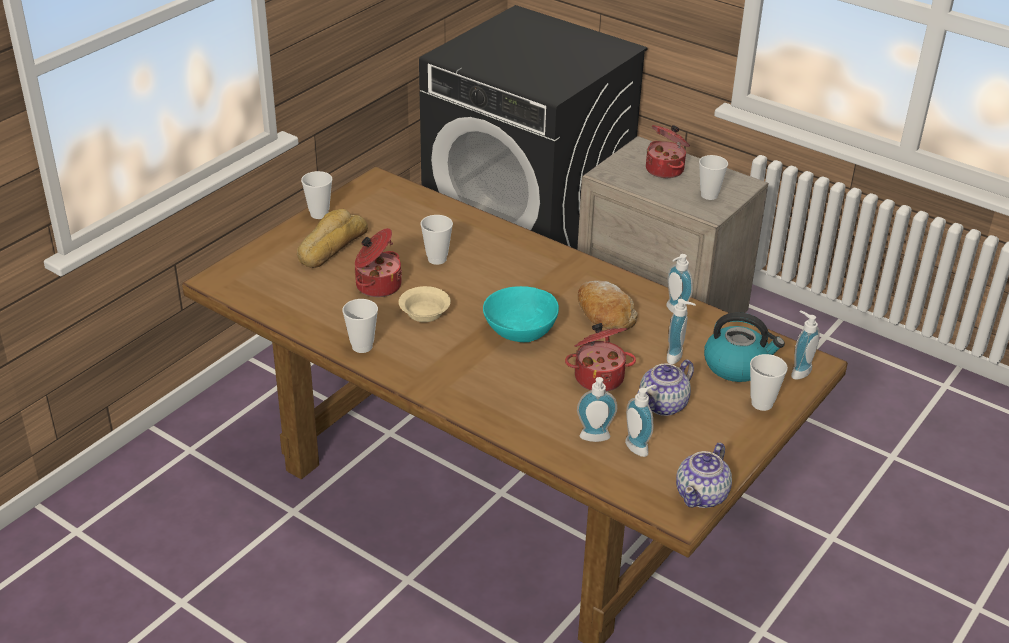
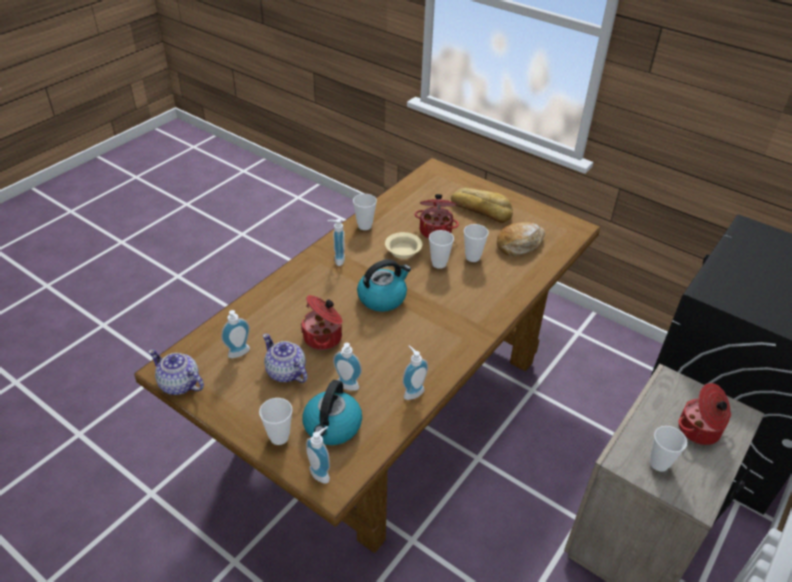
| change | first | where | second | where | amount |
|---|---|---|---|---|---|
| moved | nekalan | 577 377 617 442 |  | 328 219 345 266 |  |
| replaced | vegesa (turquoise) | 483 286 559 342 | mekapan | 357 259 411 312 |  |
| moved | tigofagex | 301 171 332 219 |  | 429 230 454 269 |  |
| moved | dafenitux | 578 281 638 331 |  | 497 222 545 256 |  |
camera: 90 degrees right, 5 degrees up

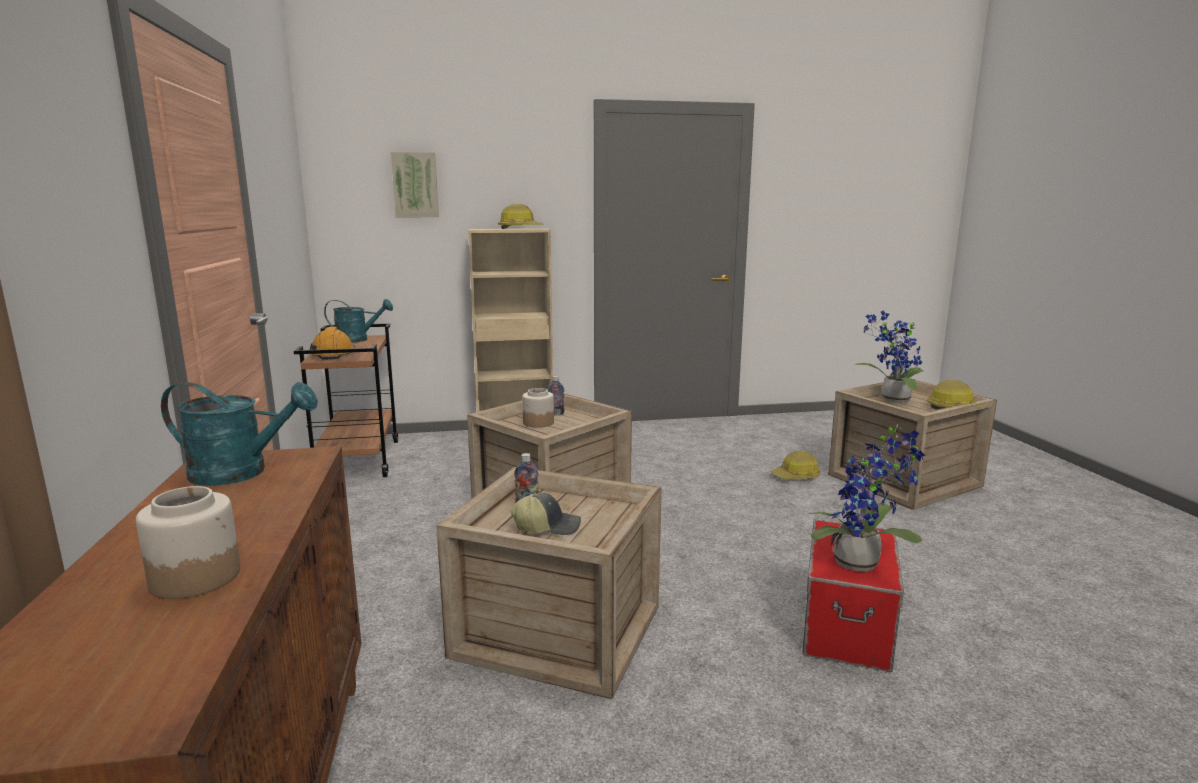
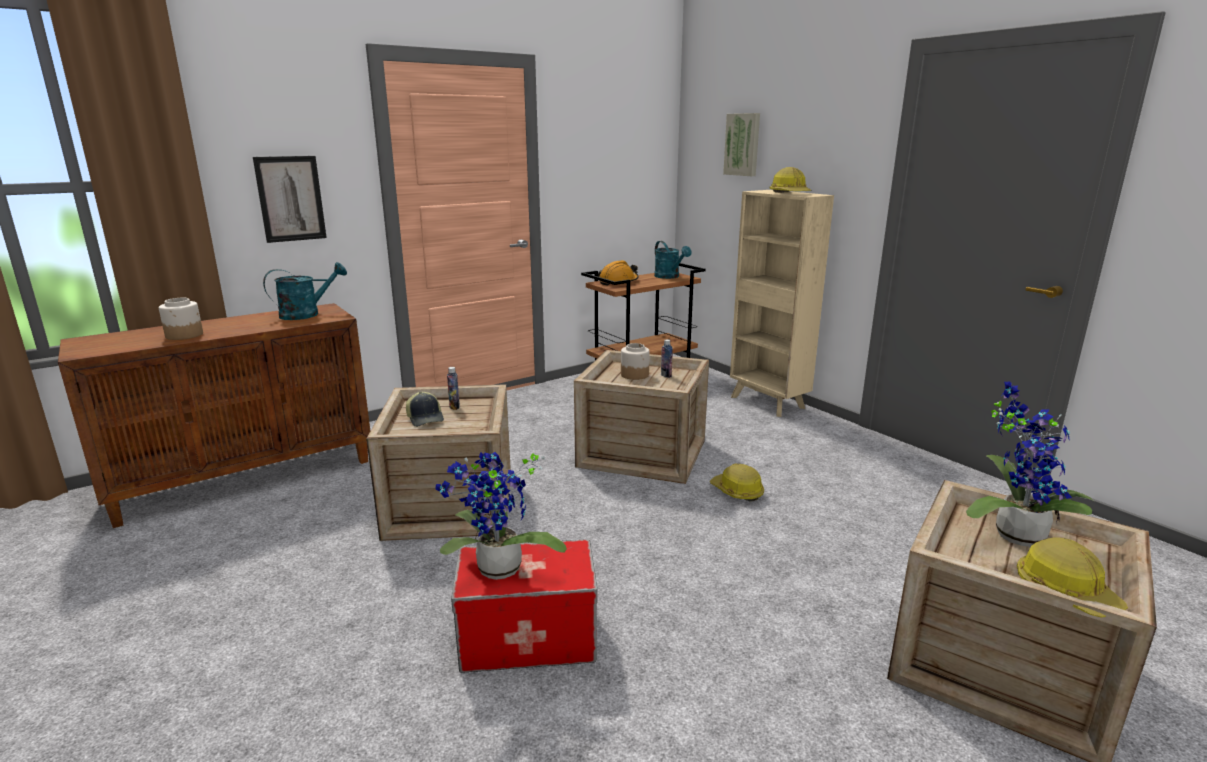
| change | first | where | second | where | amount |
|---|---|---|---|---|---|
| added |  |  | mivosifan | 253 156 327 243 |  |
| turned | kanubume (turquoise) | 161 382 318 486 |  | 263 262 347 320 | 105 degrees counterclockwise |
| moved | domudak | 771 450 820 479 |  | 710 463 764 501 |  |
camera: 65 degrees right, 5 degrees up

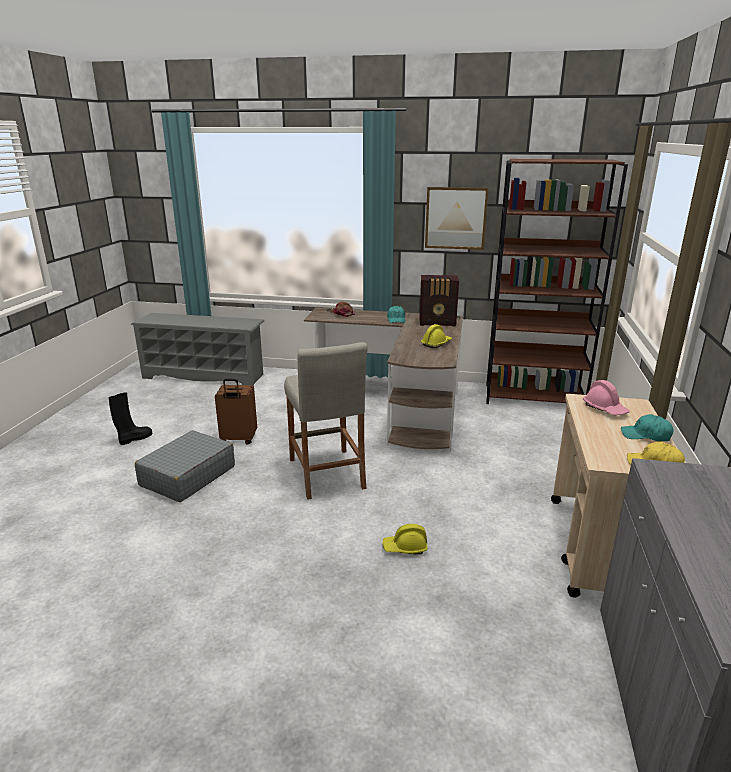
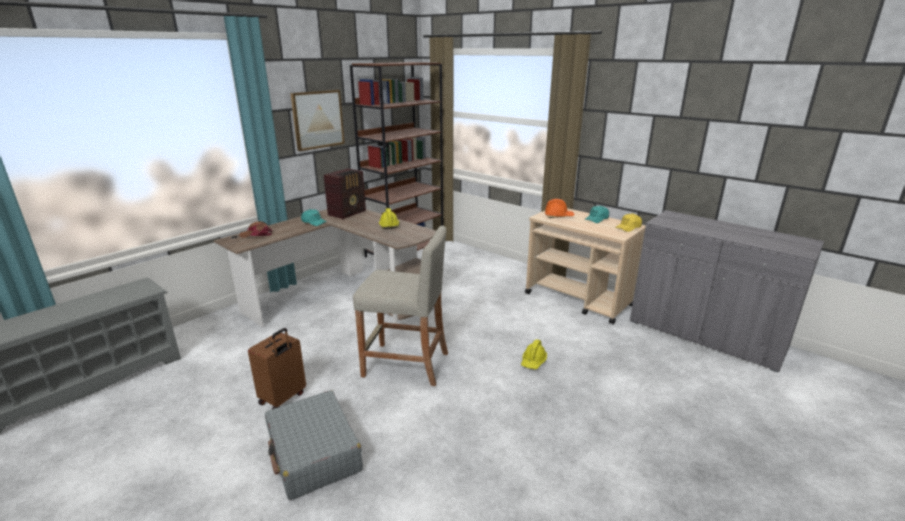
| change | first | where | second | where | amount |
|---|---|---|---|---|---|
| recoloured | domudak (pink) | 583 380 630 415 | domudak (orange) | 545 199 574 218 |  |
| removed | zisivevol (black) | 109 393 153 445 |  |  |  |
camera: 60 degrees left, 0 degrees up

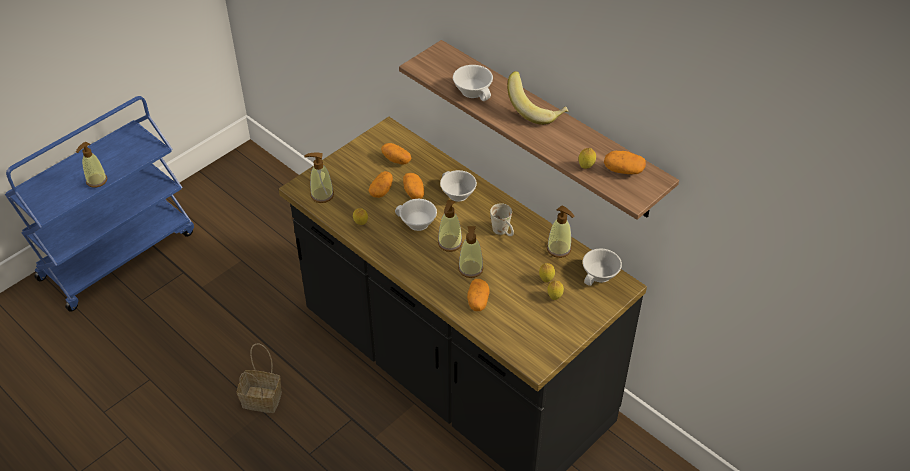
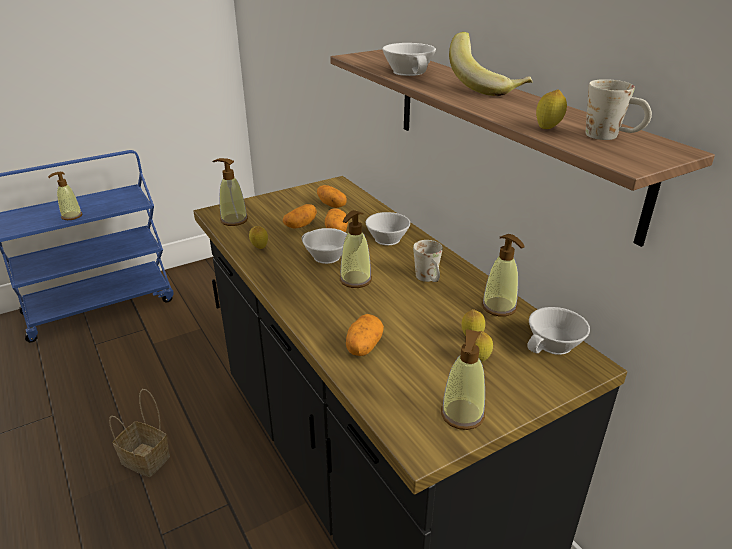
| change | first | where | second | where | amount |
|---|---|---|---|---|---|
| moved | nekalan | 458 226 484 278 |  | 441 329 485 430 |  |
| replaced | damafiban | 604 151 646 174 | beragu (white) | 586 79 652 140 |  |
camera: 15 degrees right, 15 degrees down

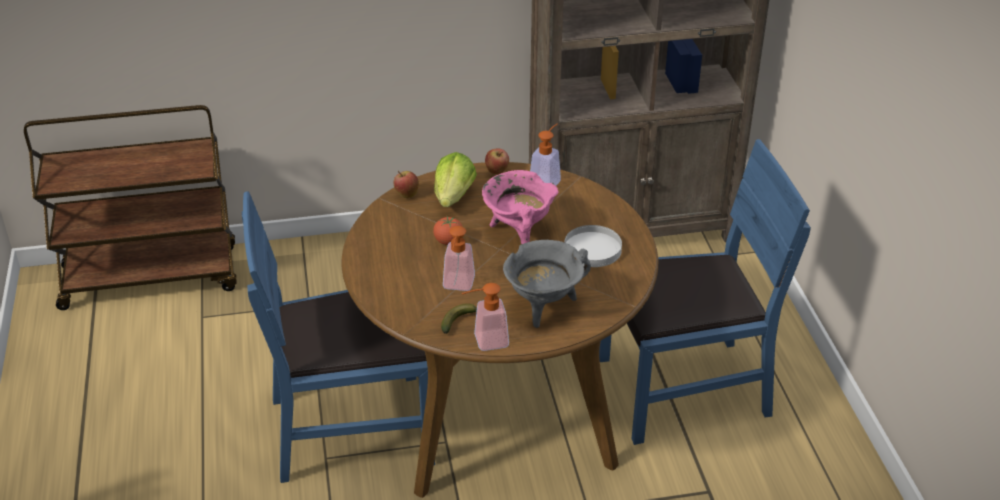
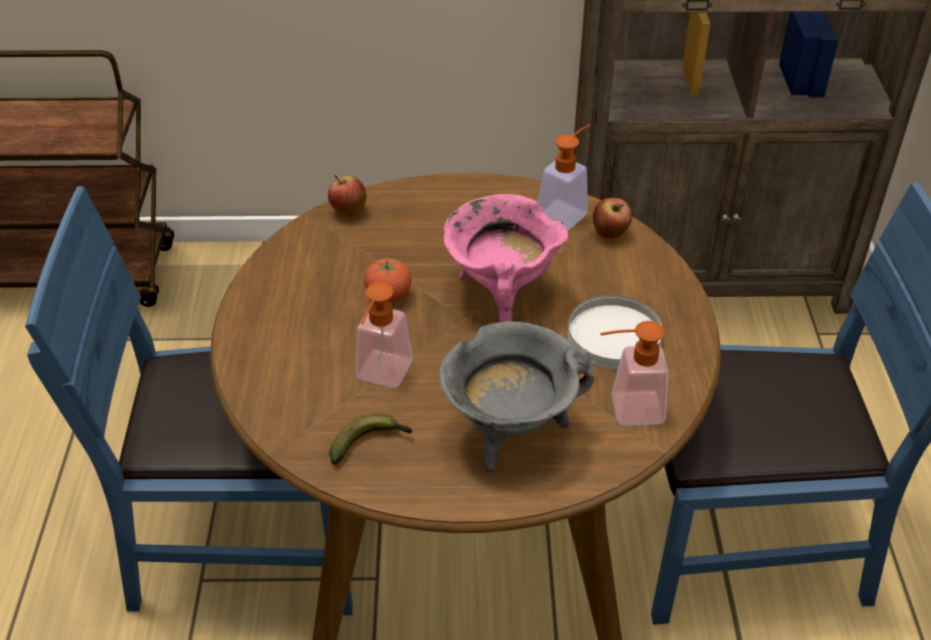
| change | first | where | second | where | amount |
|---|---|---|---|---|---|
| moved | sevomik | 485 148 509 174 |  | 593 198 632 239 |  |
| moved | nekalan | 462 283 509 351 |  | 600 321 668 426 |  |
| removed | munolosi | 434 152 477 207 |  |  |  |
camera: 10 degrees right, 5 degrees up

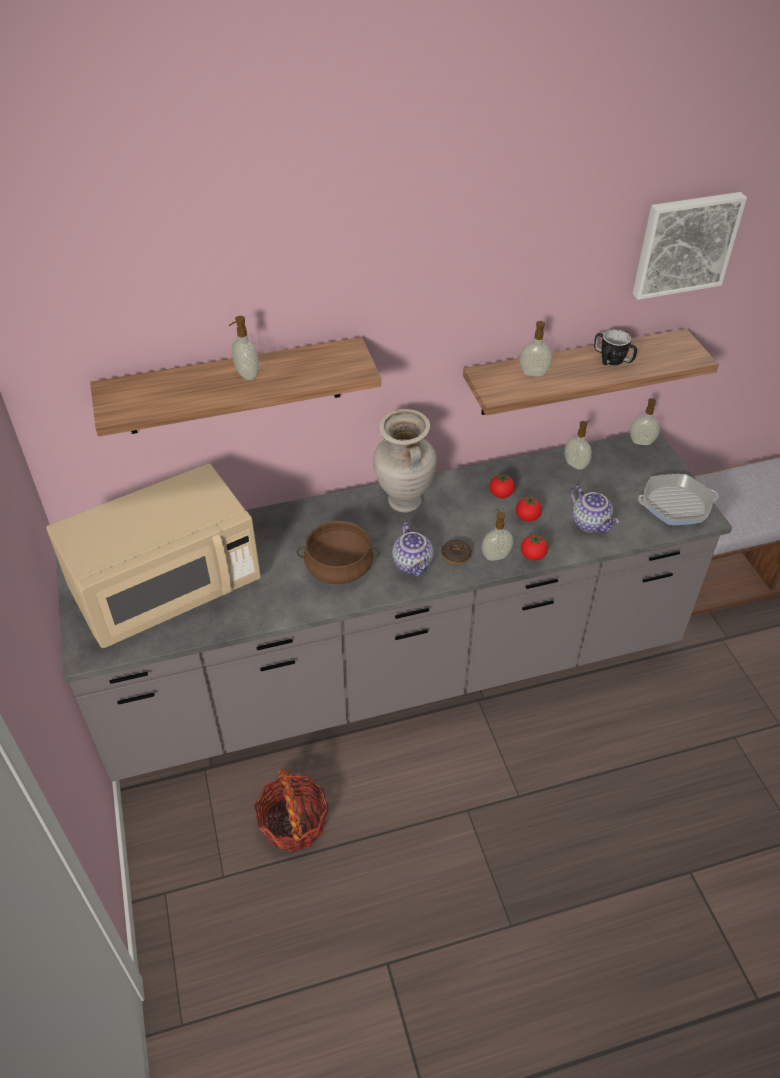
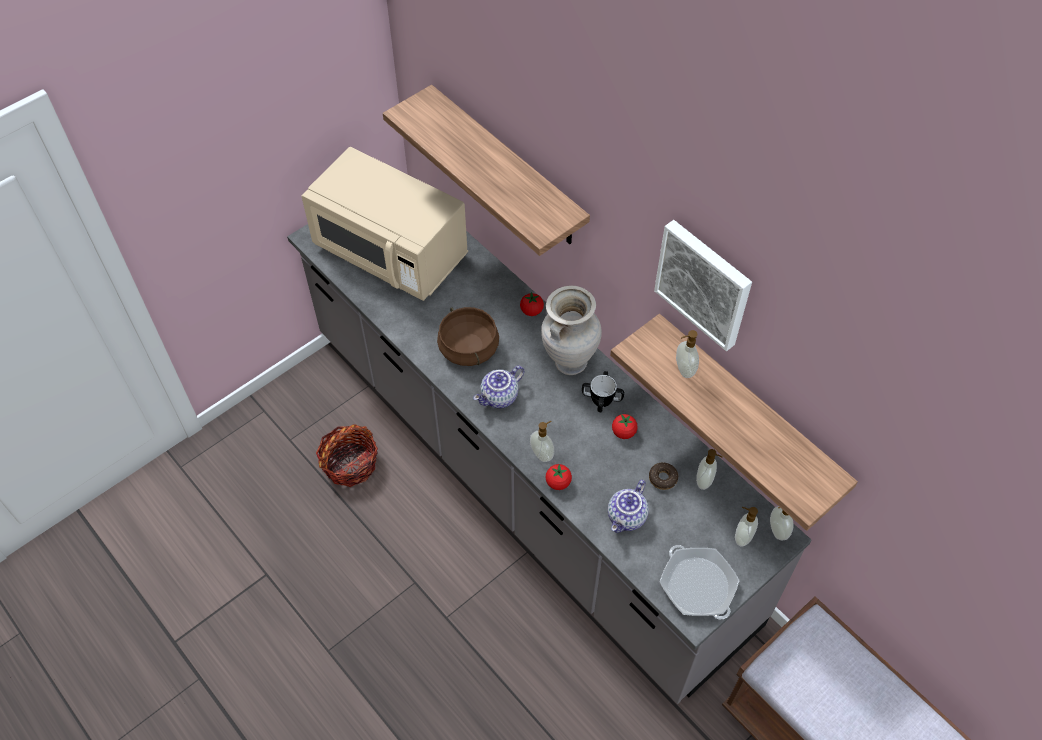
| change | first | where | second | where | amount |
|---|---|---|---|---|---|
| moved | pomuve | 516 495 542 522 |  | 520 292 544 316 |  |
| moved | beragu | 594 330 637 365 |  | 582 371 624 412 |  |
| moved | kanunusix | 441 540 472 565 |  | 649 462 678 490 |  |
| moved | mivosifan | 633 192 747 300 |  | 654 220 752 351 |  |
| moved | nekalan | 229 316 259 380 |  | 735 507 758 547 |  |
camera: 65 degrees right, 10 degrees up

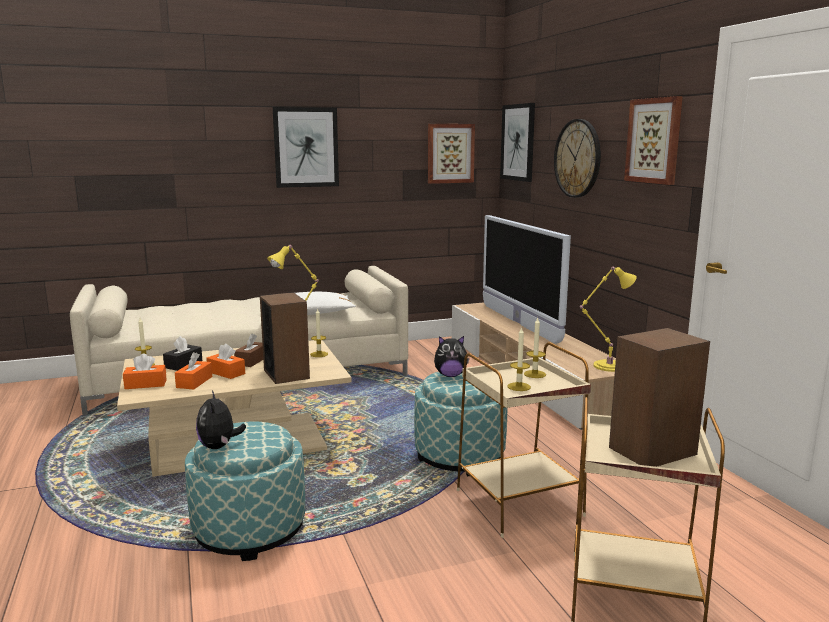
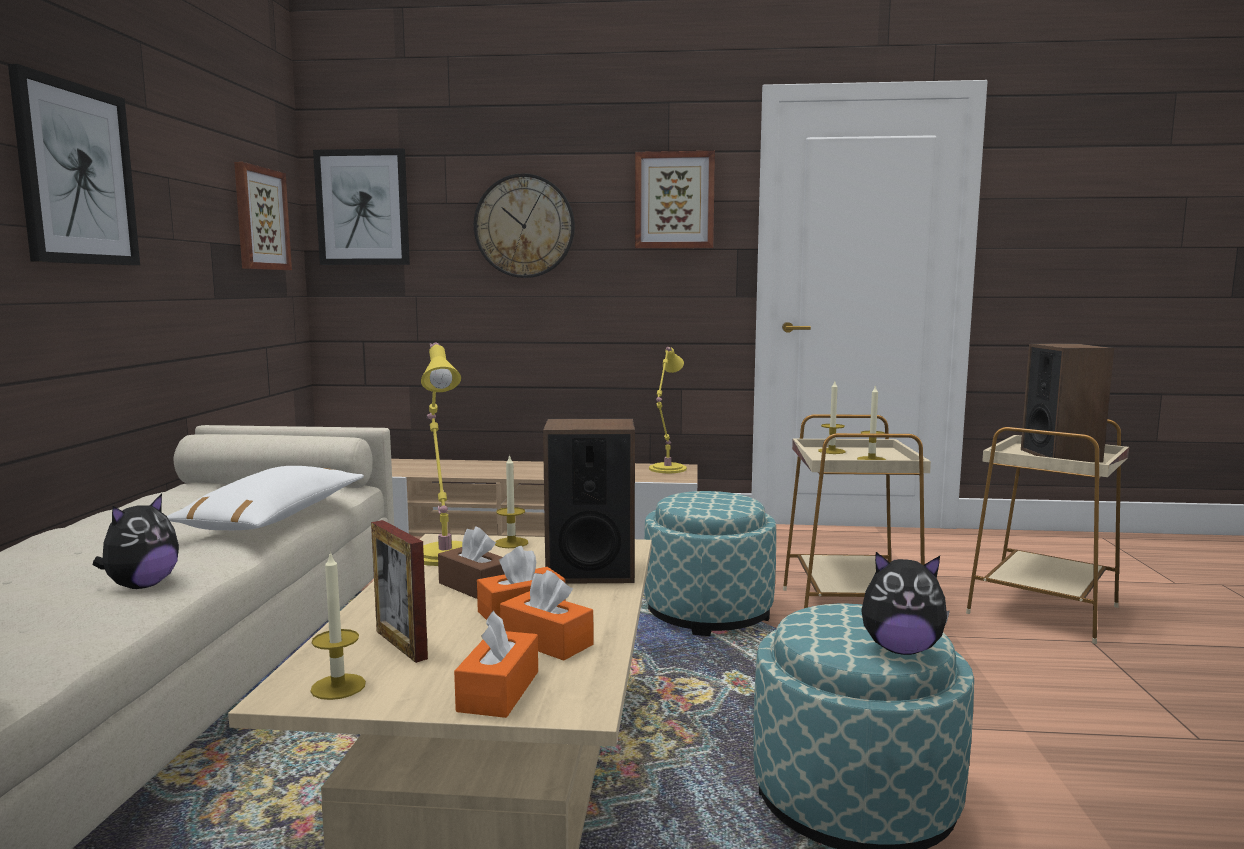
| change | first | where | second | where | amount |
|---|---|---|---|---|---|
| moved | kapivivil | 434 336 469 377 |  | 93 494 179 589 |  |
| replaced | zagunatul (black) | 163 336 202 371 | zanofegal | 371 520 428 663 |  |
| removed | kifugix | 483 215 571 344 |  |  |  |
camera: 65 degrees left, 5 degrees down

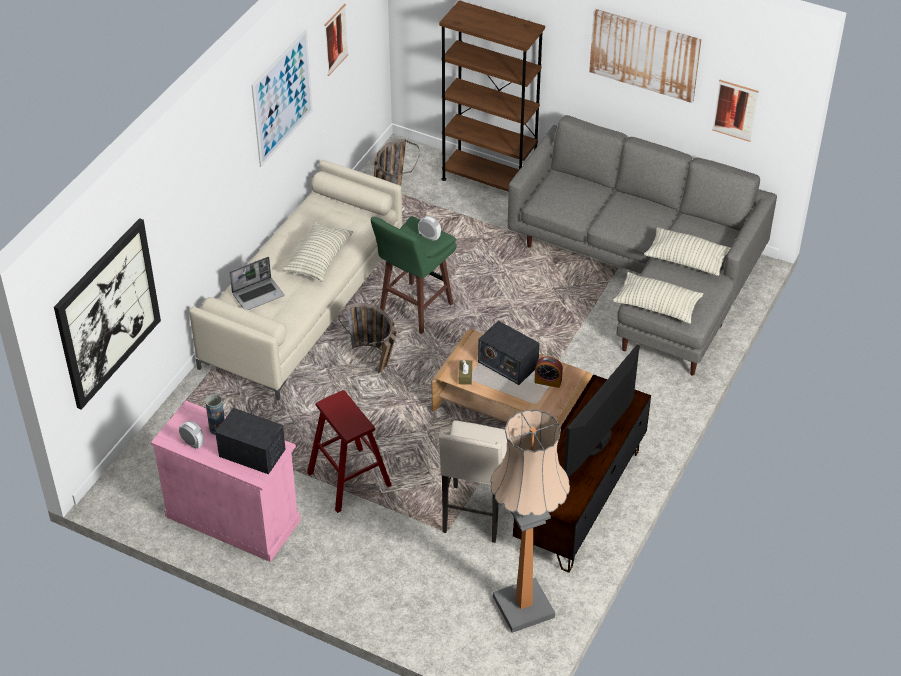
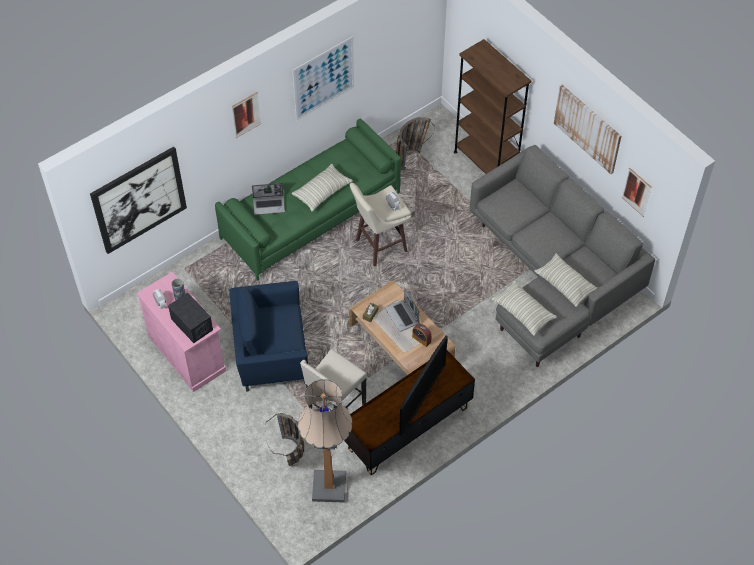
| change | first | where | second | where | amount |
|---|---|---|---|---|---|
| recoloured | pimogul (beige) | 189 160 403 401 | pimogul (green) | 215 119 401 281 |  |
| replaced | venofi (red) | 307 390 392 513 | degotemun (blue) | 229 281 308 392 |  |
| moved | mivosifan | 324 4 349 76 |  | 231 92 261 138 |  |
| moved | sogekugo | 338 303 397 374 |  | 265 413 304 466 |  |
| recoloured | venofi (green) | 371 216 457 334 | venofi (beige) | 349 183 411 267 |  |
| replaced | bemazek | 478 321 540 385 | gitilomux | 385 288 420 332 |  |
| turned | kifugix | 564 345 640 478 |  | 399 336 448 436 | 150 degrees clockwise |
camera: 25 degrees right, 10 degrees up

